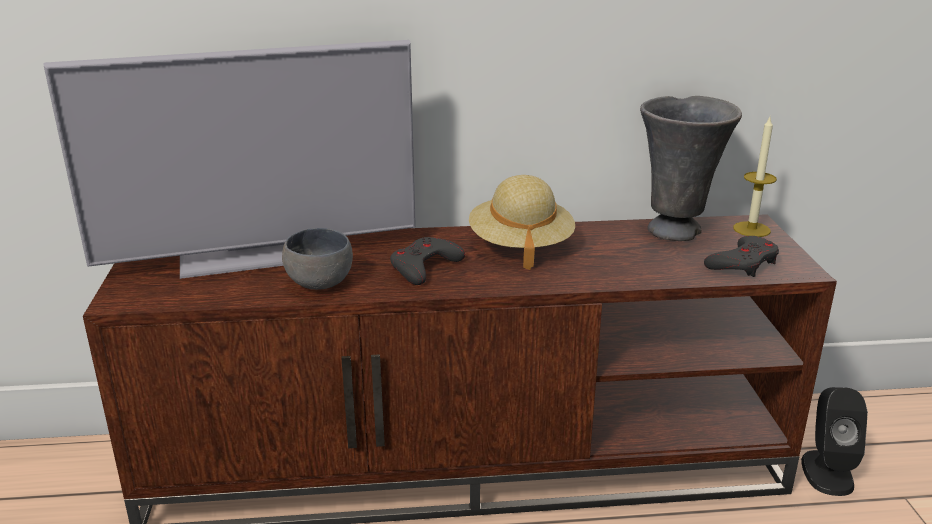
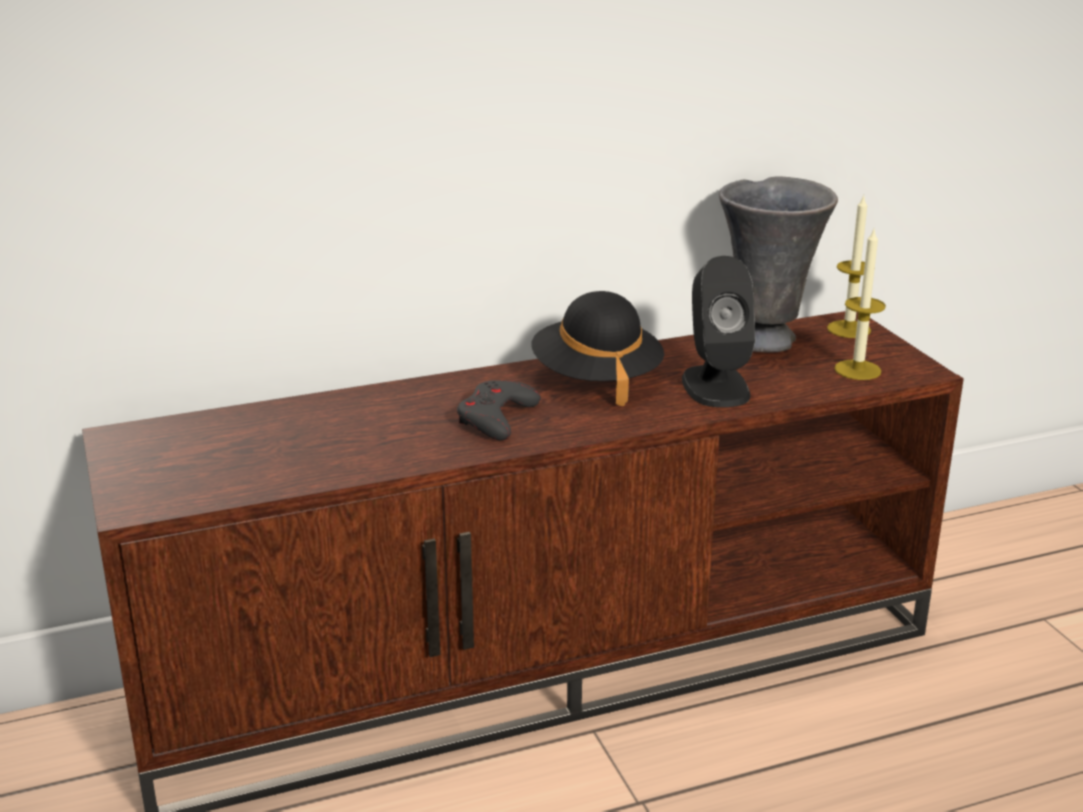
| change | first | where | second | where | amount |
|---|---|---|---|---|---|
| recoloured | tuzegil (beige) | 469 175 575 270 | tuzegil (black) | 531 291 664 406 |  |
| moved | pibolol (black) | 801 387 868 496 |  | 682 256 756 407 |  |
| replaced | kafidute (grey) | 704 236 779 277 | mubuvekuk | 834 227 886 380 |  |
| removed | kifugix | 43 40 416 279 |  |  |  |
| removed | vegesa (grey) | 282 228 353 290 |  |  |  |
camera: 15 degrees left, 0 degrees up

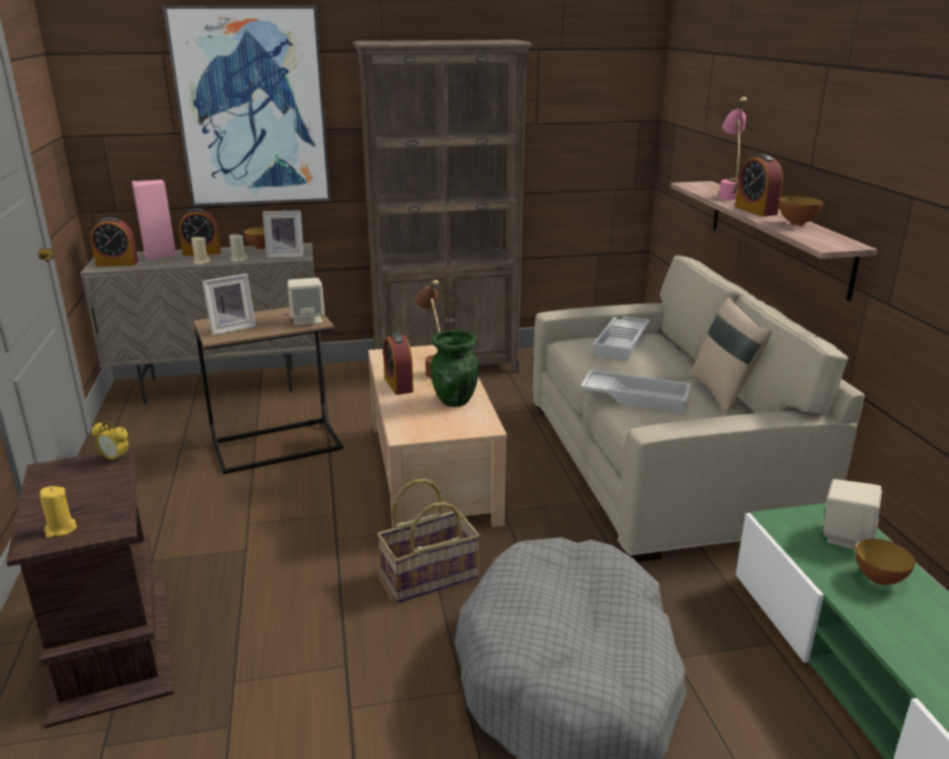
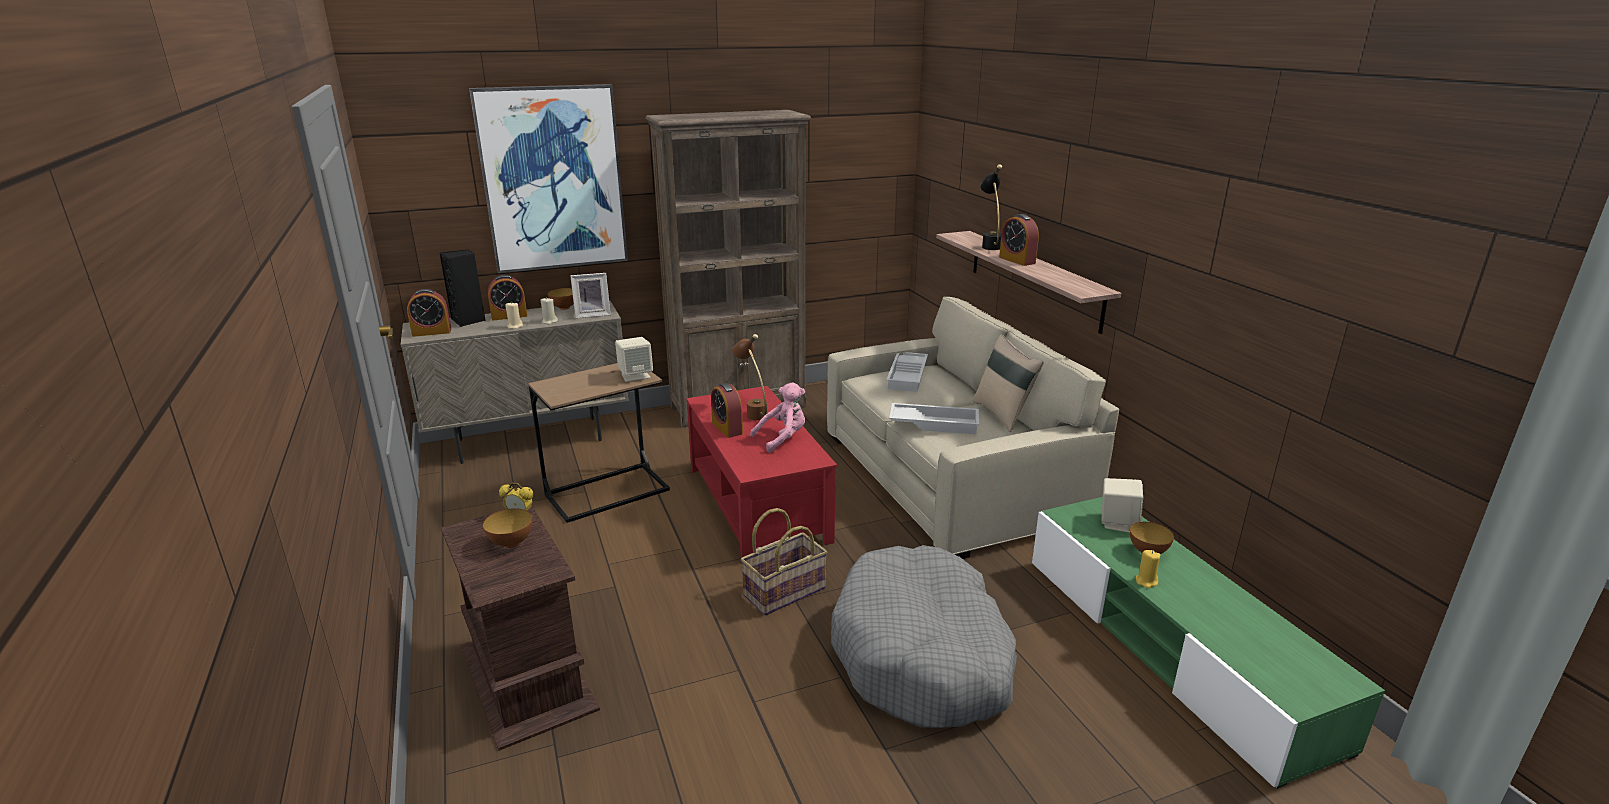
| change | first | where | second | where | amount |
|---|---|---|---|---|---|
| recoloured | pibolol (pink) | 132 179 176 260 | pibolol (black) | 440 250 486 327 |  |
| moved | vegesa | 779 196 824 226 |  | 483 508 533 548 |  |
| recoloured | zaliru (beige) | 368 345 507 528 | zaliru (red) | 686 386 837 558 |  |
| replaced | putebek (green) | 431 330 478 407 | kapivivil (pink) | 750 382 805 453 |  |
| recoloured | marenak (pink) | 719 97 747 200 | marenak (black) | 980 164 1002 250 |  |
| moved | mubuvekuk (yellow) | 40 486 77 538 |  | 1135 550 1160 588 |  |
| removed | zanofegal | 202 274 256 335 |  |  |  |
camera: 10 degrees left, 0 degrees up

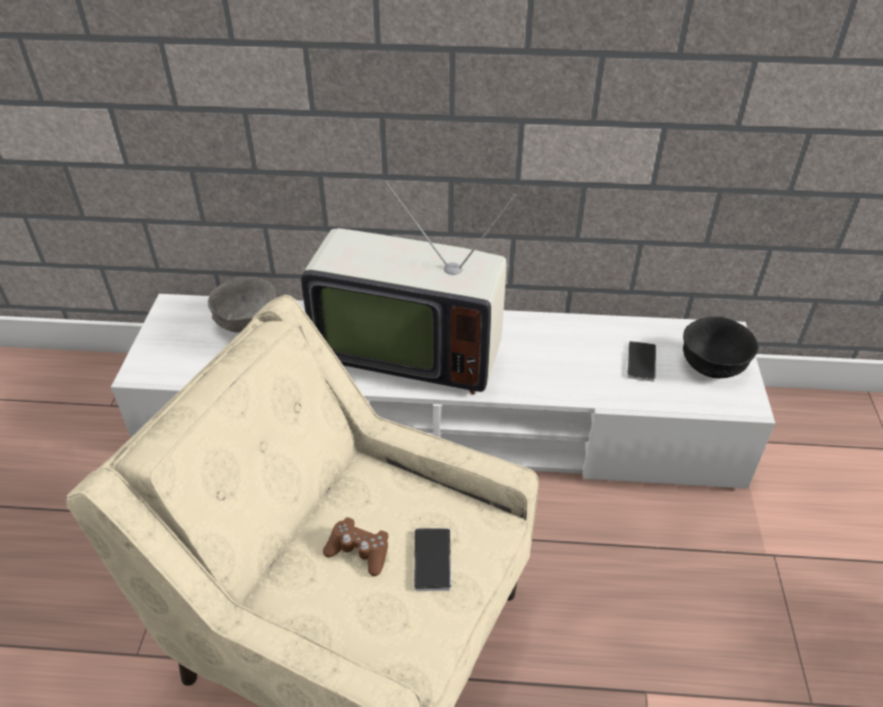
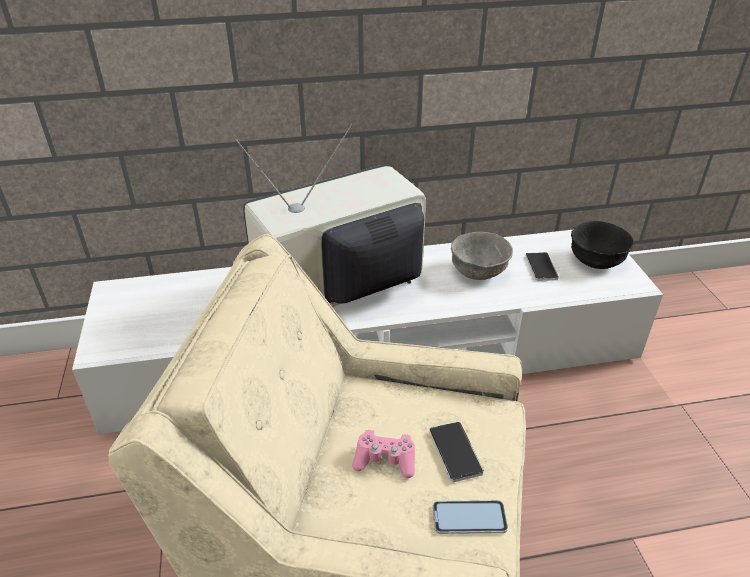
| change | first | where | second | where | amount |
|---|---|---|---|---|---|
| turned | kifugix | 301 181 516 395 |  | 235 123 426 307 | 150 degrees clockwise |
| recoloured | kafidute (brown) | 323 517 388 576 | kafidute (pink) | 352 430 415 478 |  |
| added |  |  | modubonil | 433 500 508 534 |  |
| moved | vegesa (grey) | 208 277 277 332 |  | 451 232 513 280 |  |
camera: 15 degrees left, 5 degrees down

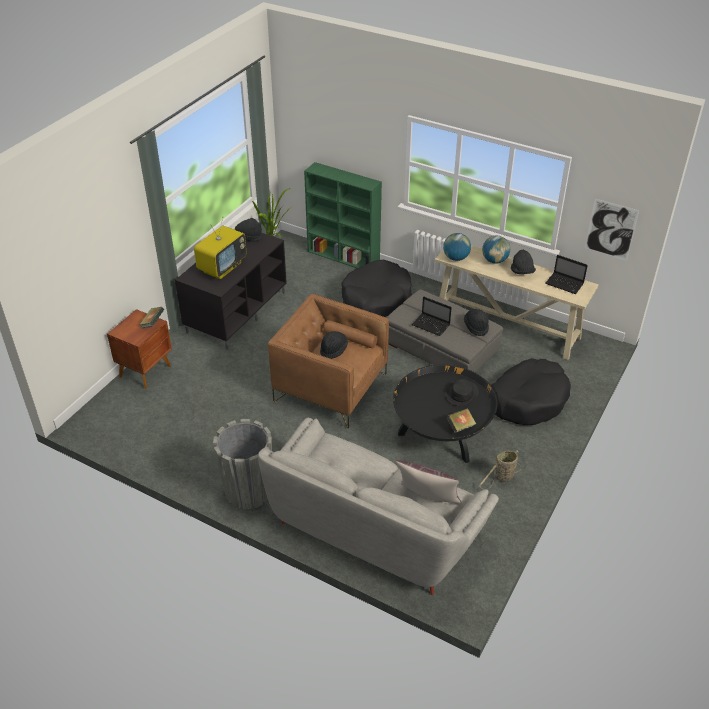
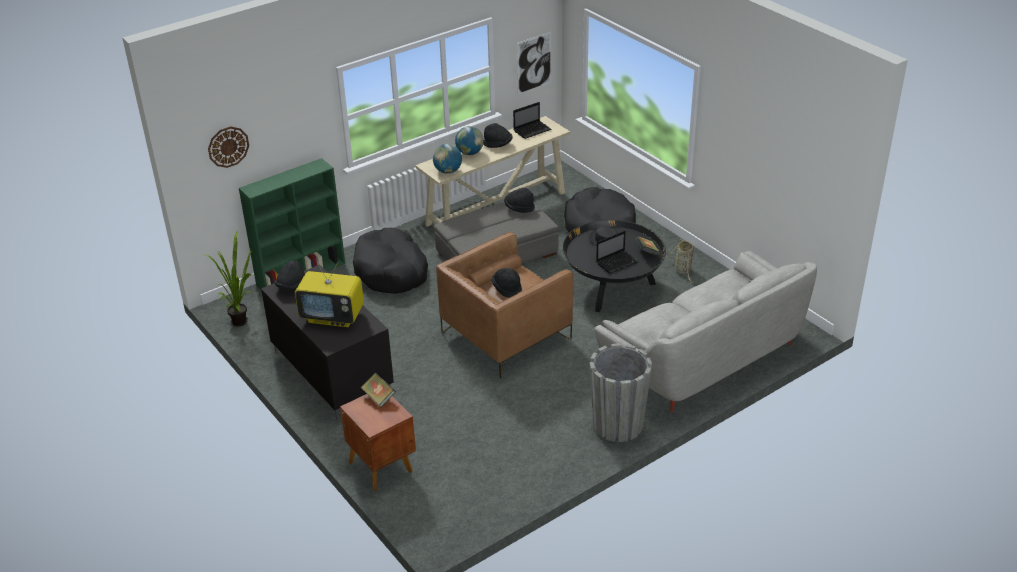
| change | first | where | second | where | amount |
|---|---|---|---|---|---|
| added |  |  | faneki | 208 126 249 168 |  |
| turned | kifugix | 194 218 247 279 |  | 295 259 364 327 | 135 degrees clockwise |
| moved | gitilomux | 412 296 452 336 |  | 596 231 639 274 |  |
| removed | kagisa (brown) | 396 460 461 504 |  |  |  |
camera: 65 degrees left, 5 degrees down

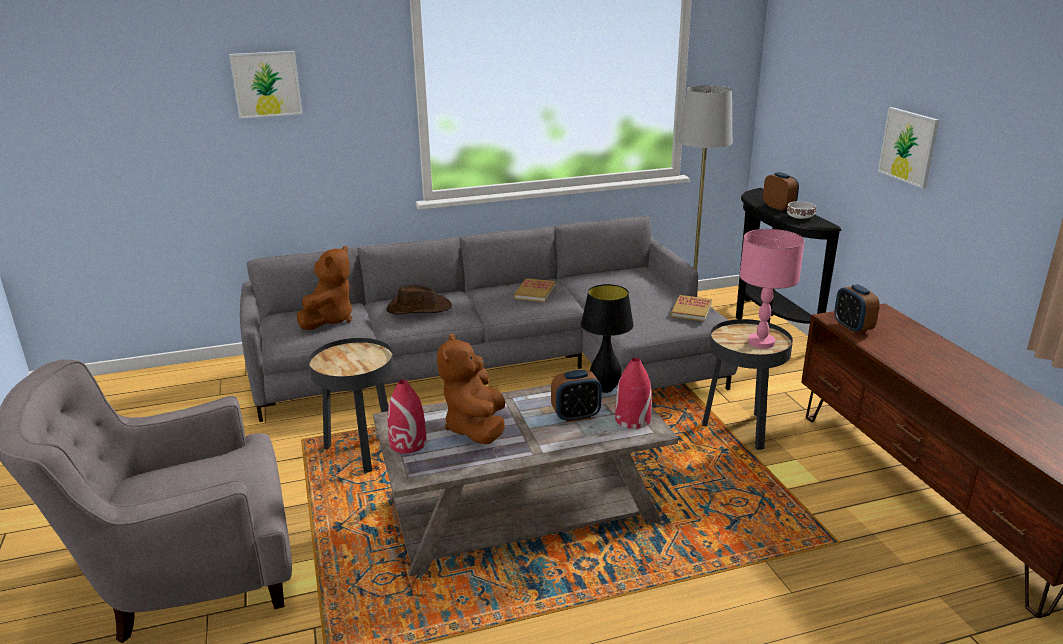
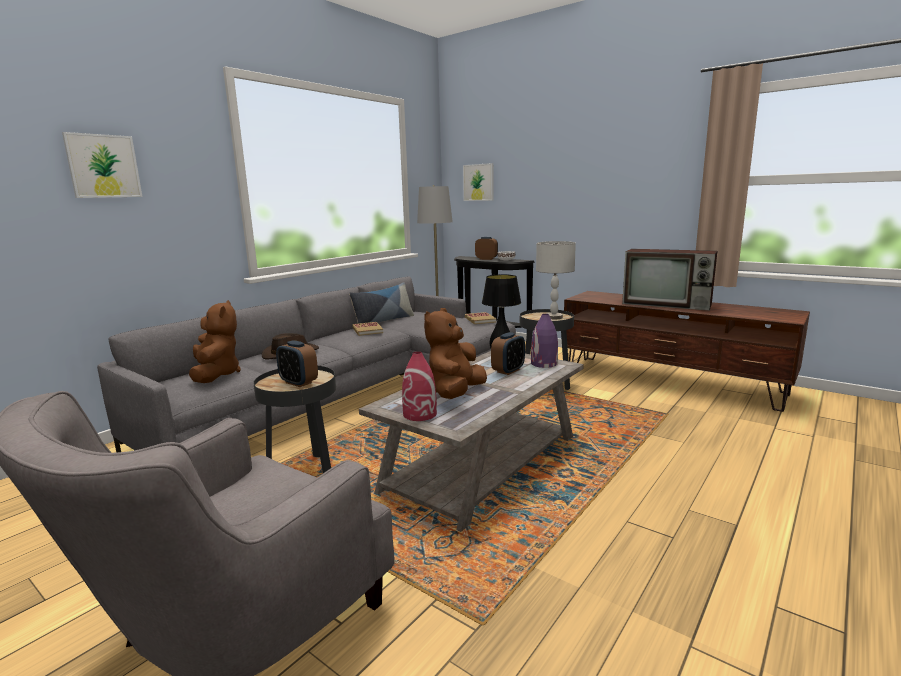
| change | first | where | second | where | amount |
|---|---|---|---|---|---|
| moved | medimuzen | 834 284 880 334 |  | 276 340 318 387 |  |
| added |  |  | kagisa | 349 282 414 324 |  |
| turned | kapivivil (brown) | 437 333 505 444 |  | 424 308 487 399 | 60 degrees clockwise |
| moved | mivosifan | 878 107 939 189 |  | 463 163 494 201 |  |
| recoloured | putebek (red) | 615 358 652 429 | putebek (purple) | 531 314 558 368 |  |
| recoloured | marenak (pink) | 740 229 805 349 | marenak (grey) | 536 241 576 319 |  |
| added |  |  | kifugix | 622 249 717 311 |  |
camera: 35 degrees left, 10 degrees down

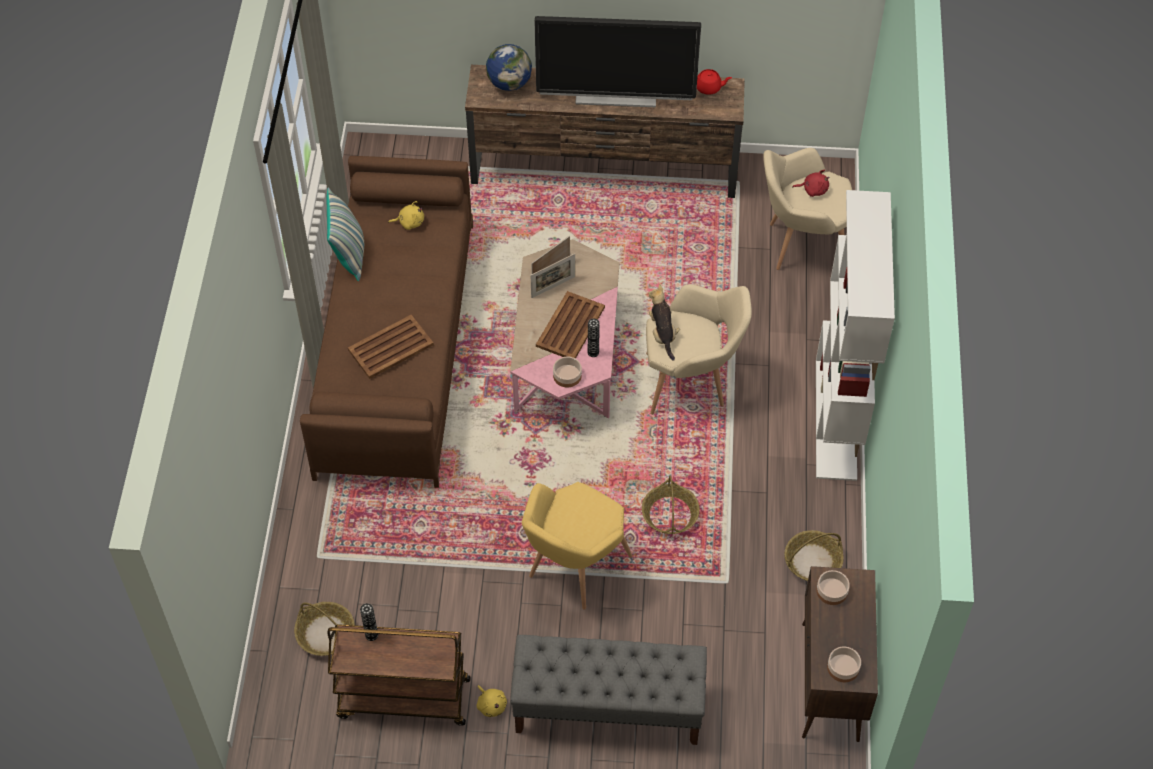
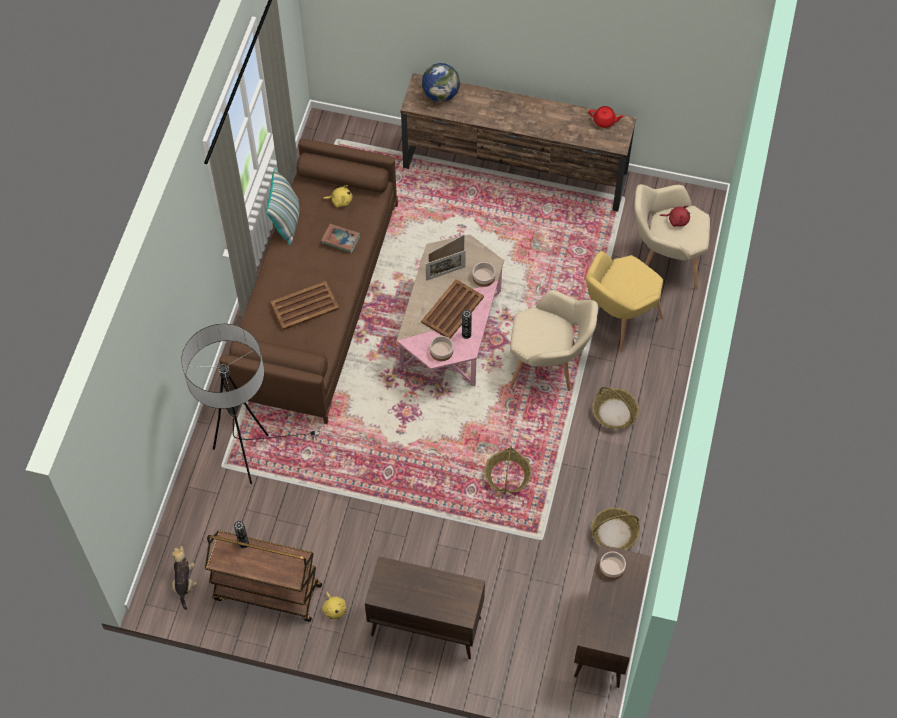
| change | first | where | second | where | amount |
|---|---|---|---|---|---|
| moved | kapivivil | 649 284 680 361 |  | 171 546 197 610 |  |
| added |  |  | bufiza | 181 324 323 484 |  |
| added |  |  | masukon | 321 223 361 253 |  |
| replaced | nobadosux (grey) | 510 635 707 745 | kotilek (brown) | 365 556 485 660 |  |
| moved | vegesa | 827 646 861 682 |  | 473 262 495 287 |  |
| moved | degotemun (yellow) | 522 482 632 610 |  | 586 251 664 352 |  |
| moved | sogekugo | 294 602 355 656 |  | 592 387 639 429 |  |
| removed | kifugix | 535 16 701 107 |  |  |  |
| removed | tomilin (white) | 816 190 895 481 |  |  |  |
camera: 10 degrees right, 5 degrees up

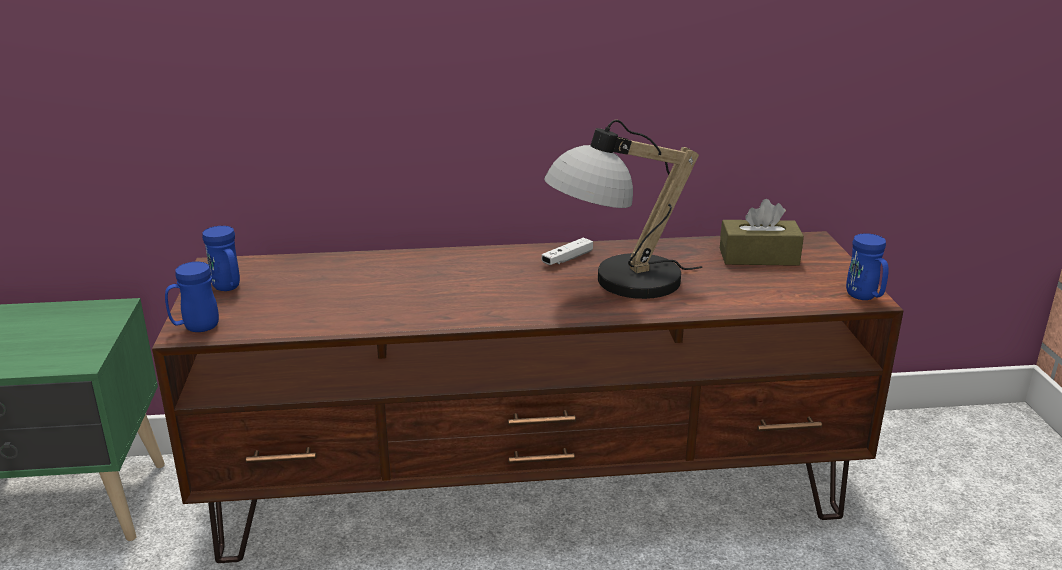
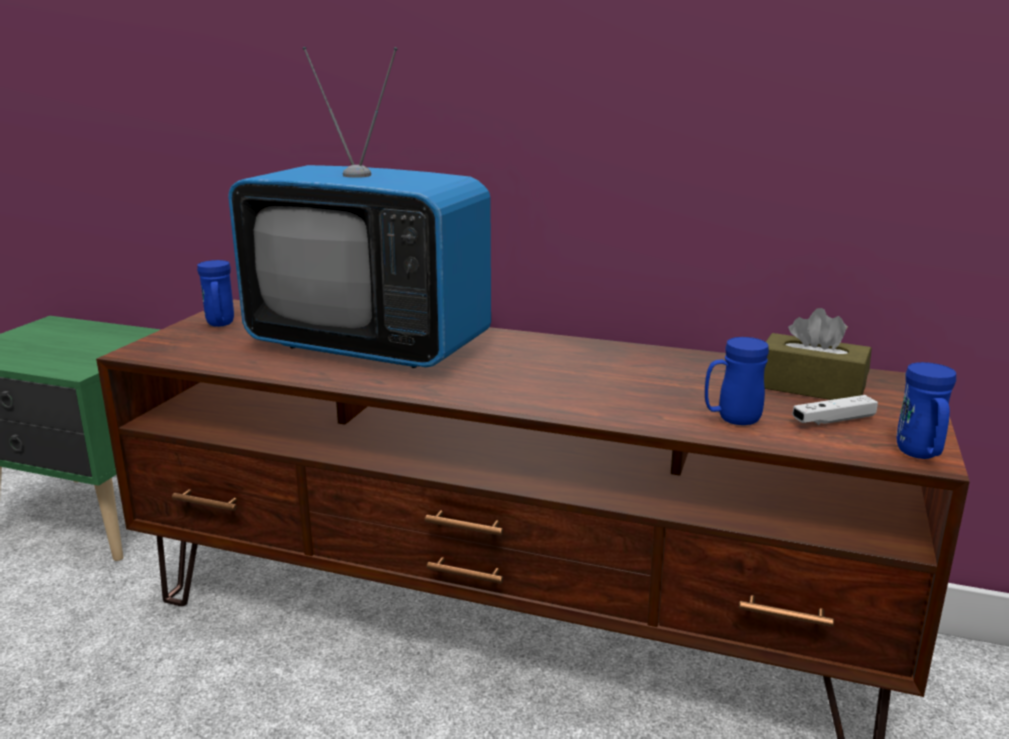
| change | first | where | second | where | amount |
|---|---|---|---|---|---|
| added |  |  | kifugix | 228 47 491 368 |  |
| moved | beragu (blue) | 165 262 219 332 |  | 705 337 769 425 |  |
| moved | kafidute (white) | 542 237 593 265 |  | 792 395 878 425 |  |
| removed | marenak | 544 120 702 299 |  |  |  |
camera: 25 degrees right, 5 degrees down

